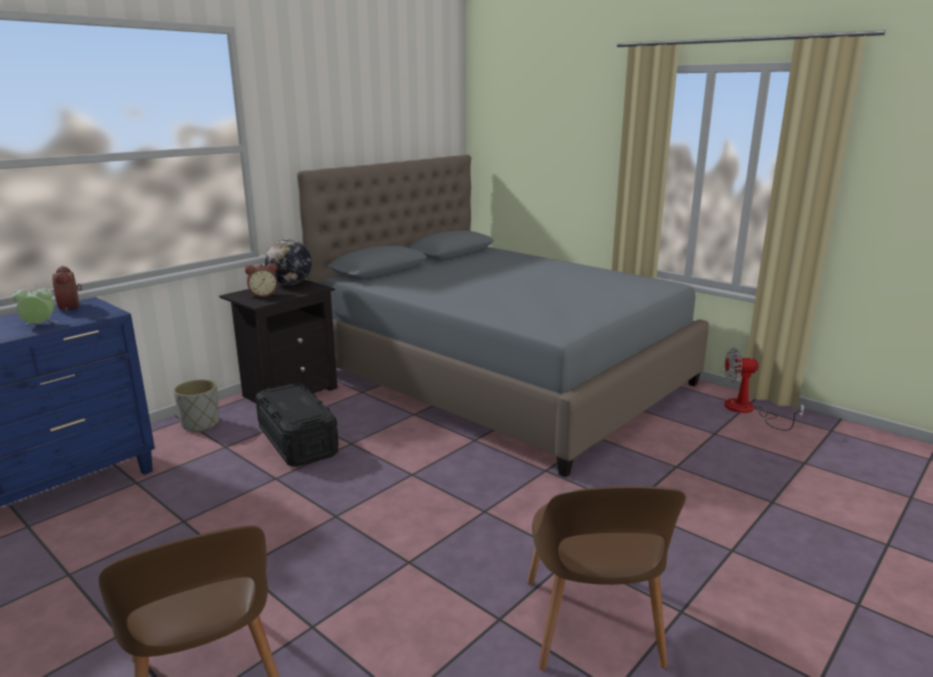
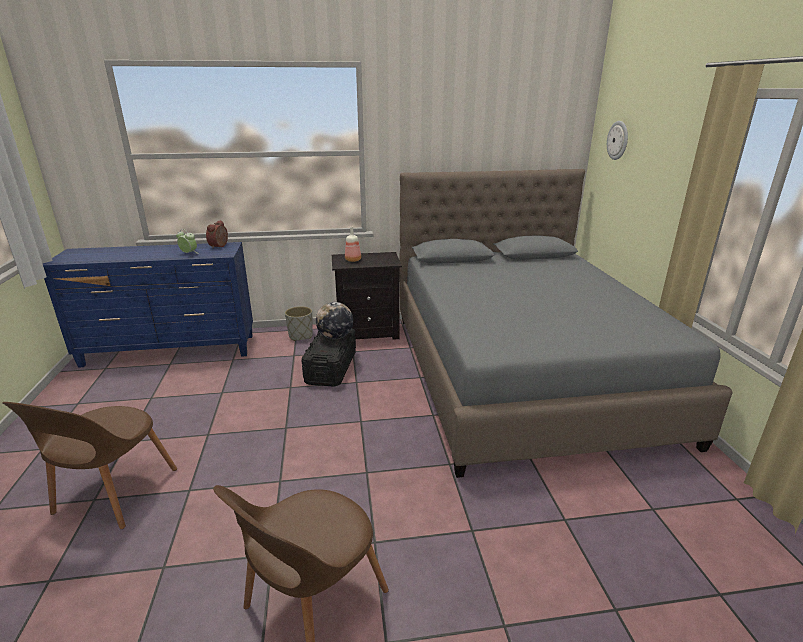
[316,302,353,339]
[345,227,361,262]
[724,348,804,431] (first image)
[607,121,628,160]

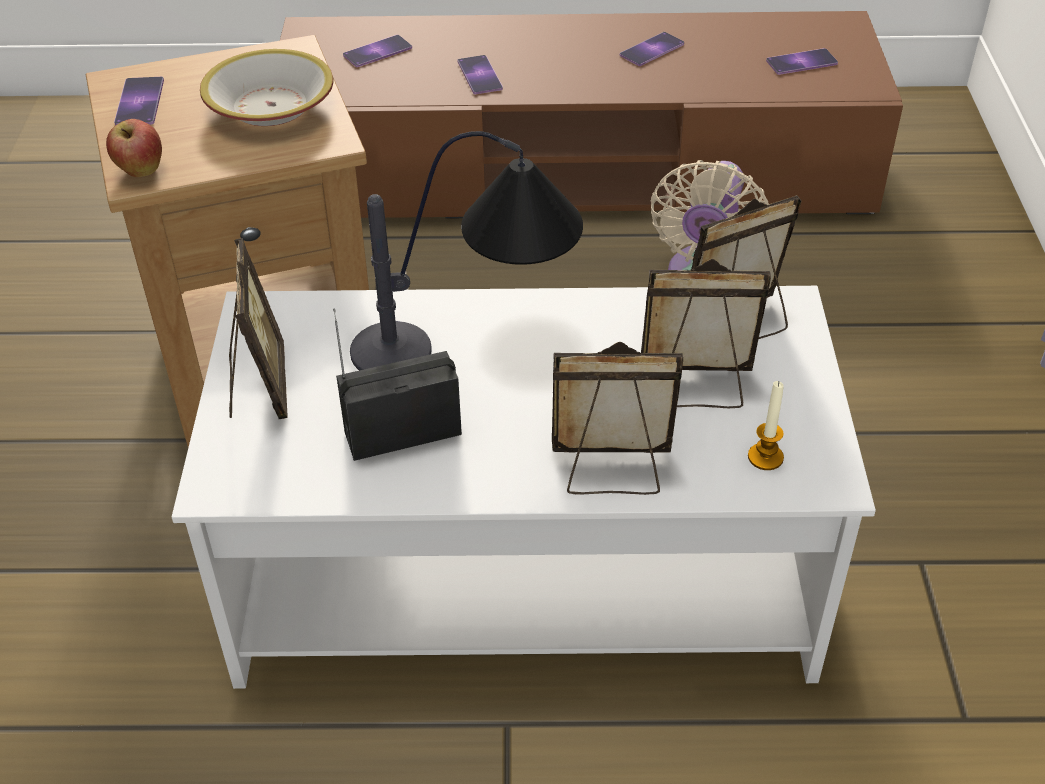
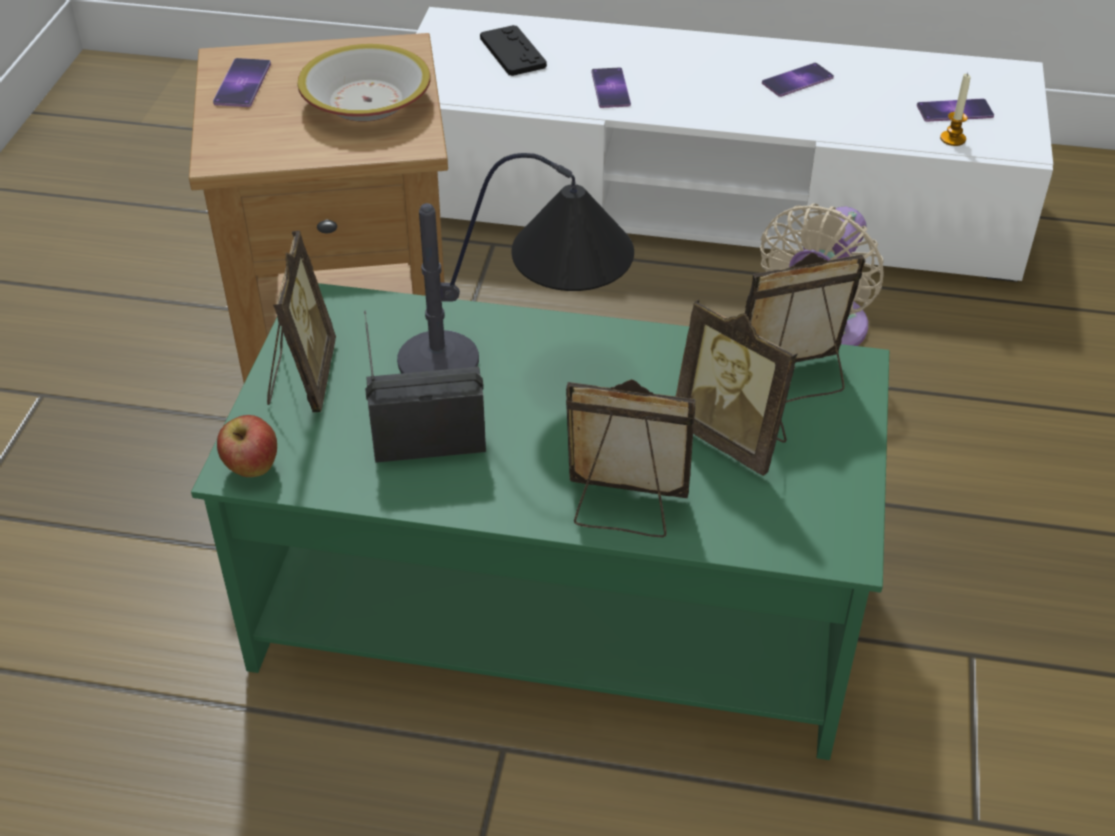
[416,7,1053,282]
[480,25,547,76]
[217,415,277,477]
[676,299,798,476]
[191,283,889,760]
[940,73,971,146]

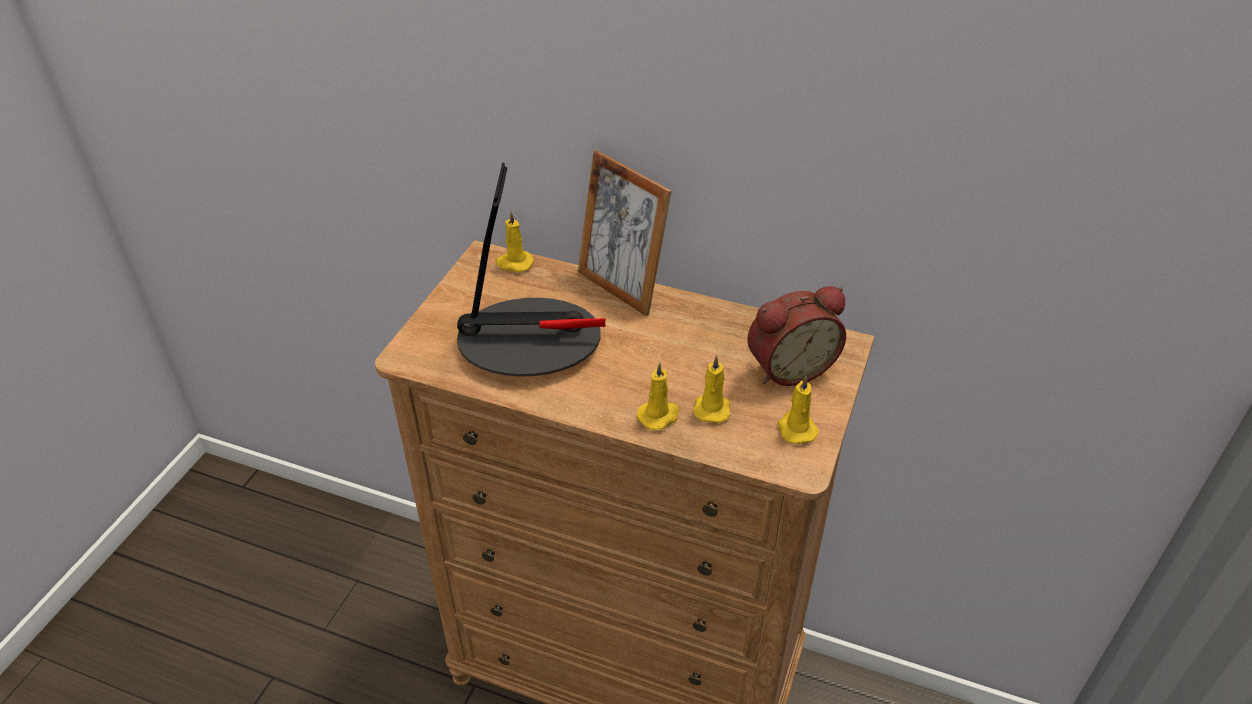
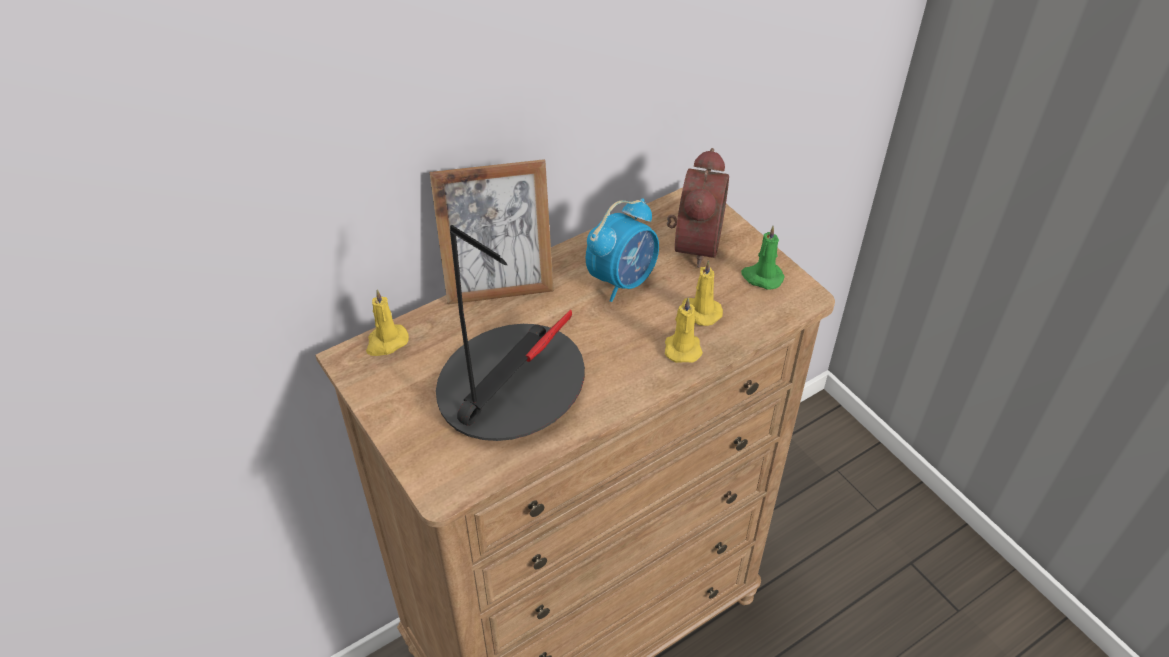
[741,226,785,290]
[586,198,659,302]

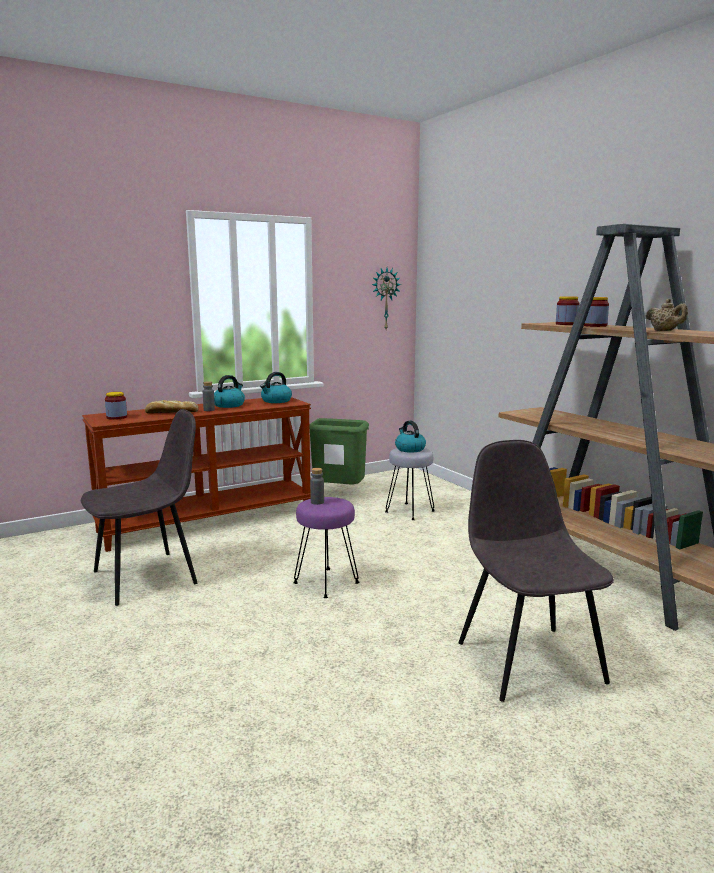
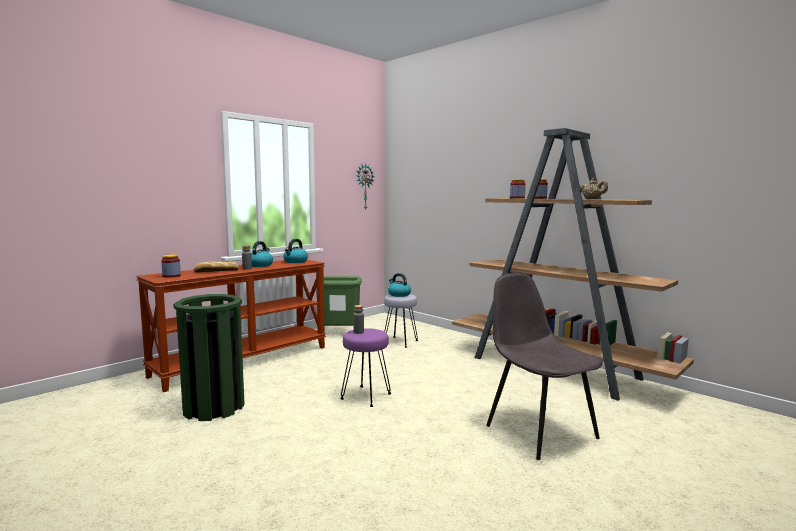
[173,294,244,421]

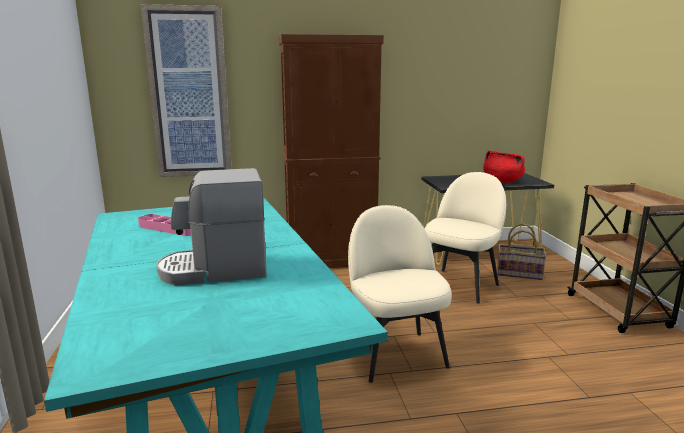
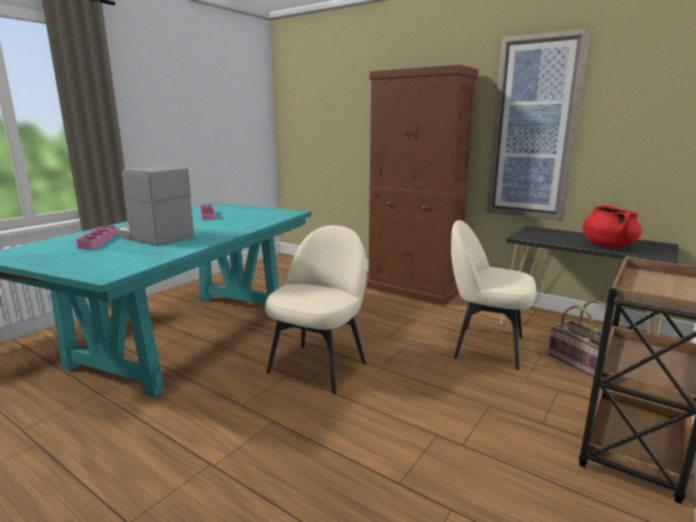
[486,28,590,221]
[451,220,536,370]
[75,226,117,249]

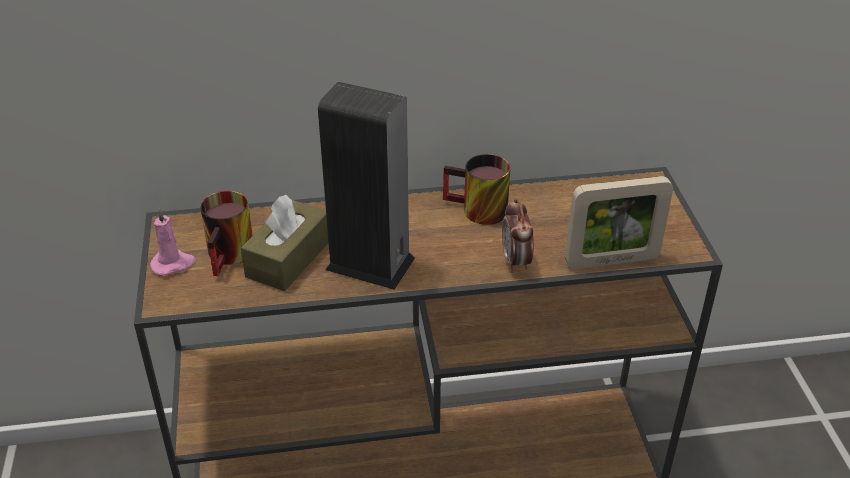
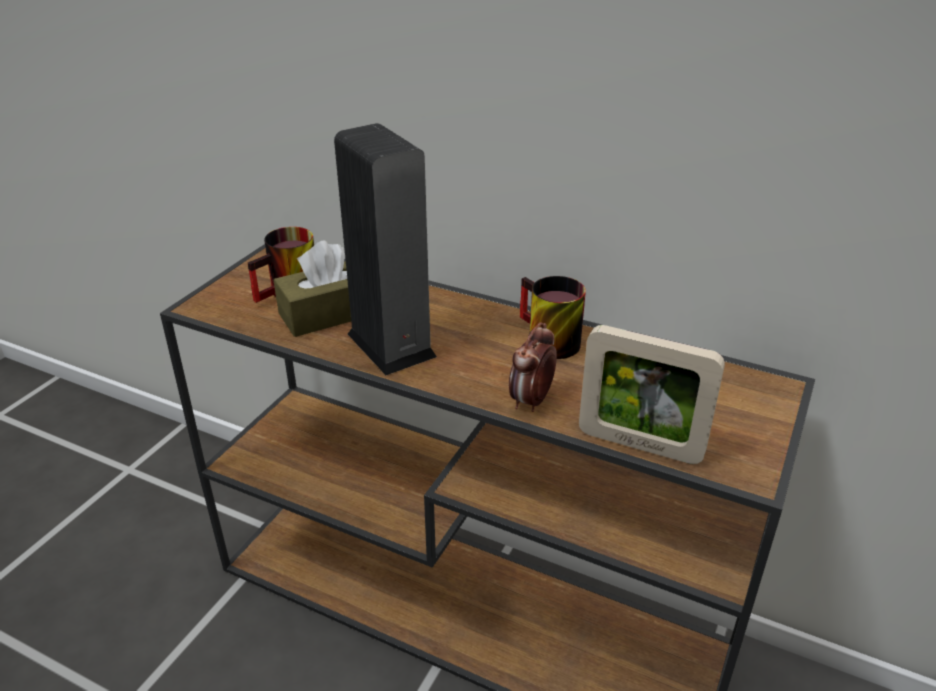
[150,208,196,276] (first image)

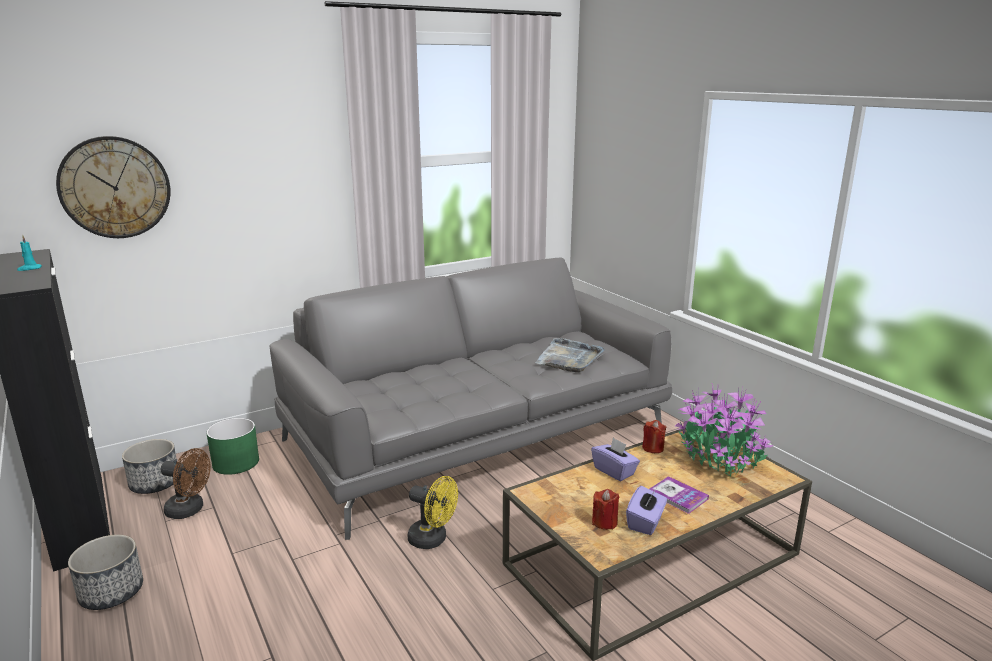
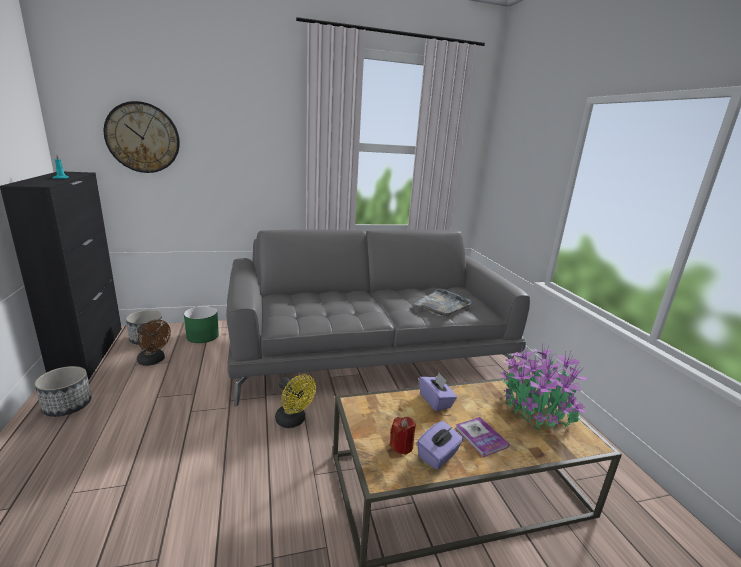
[642,420,667,453] (first image)

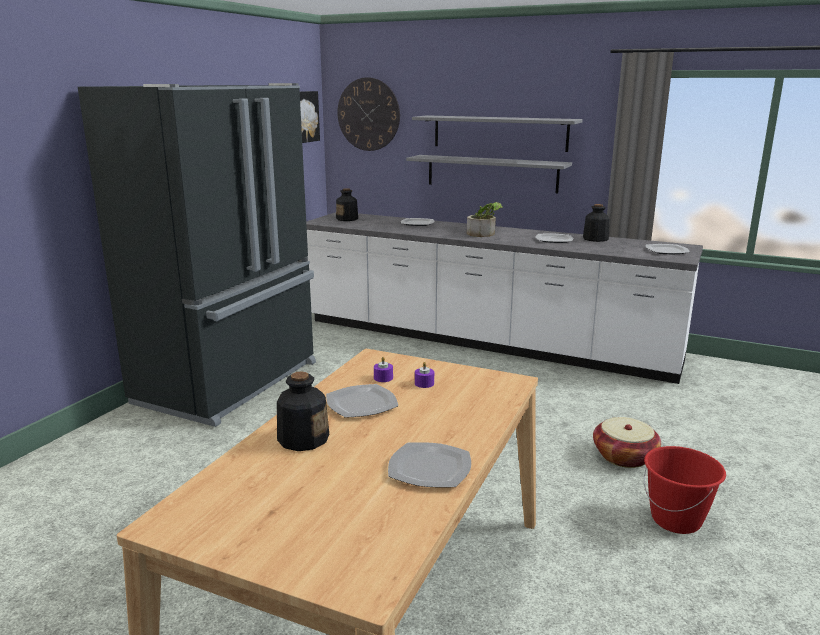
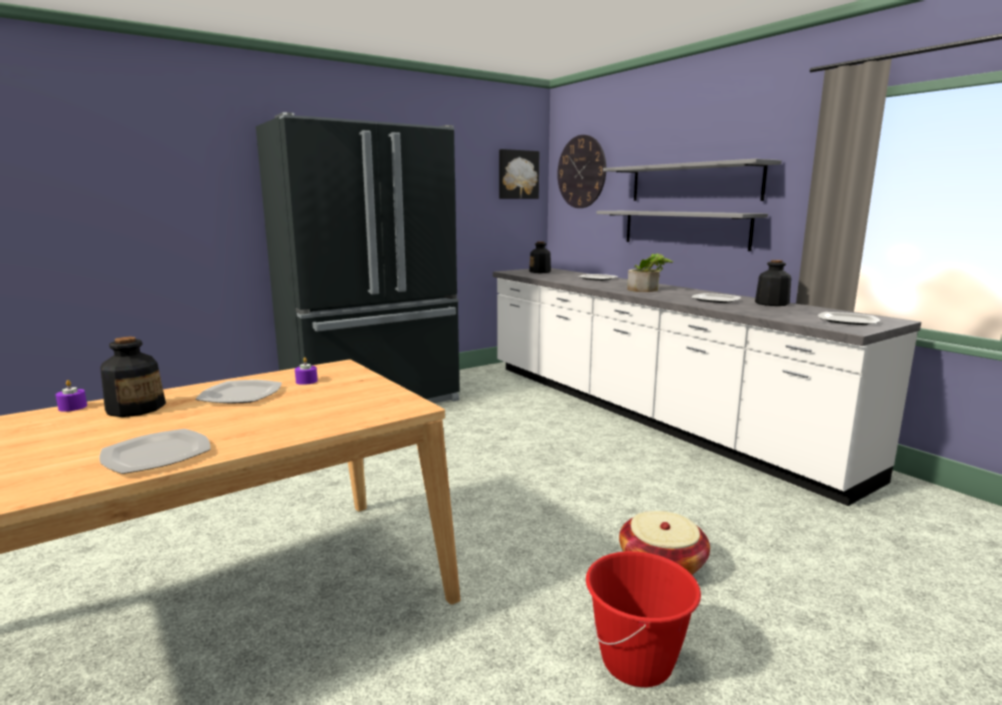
[56,380,87,412]

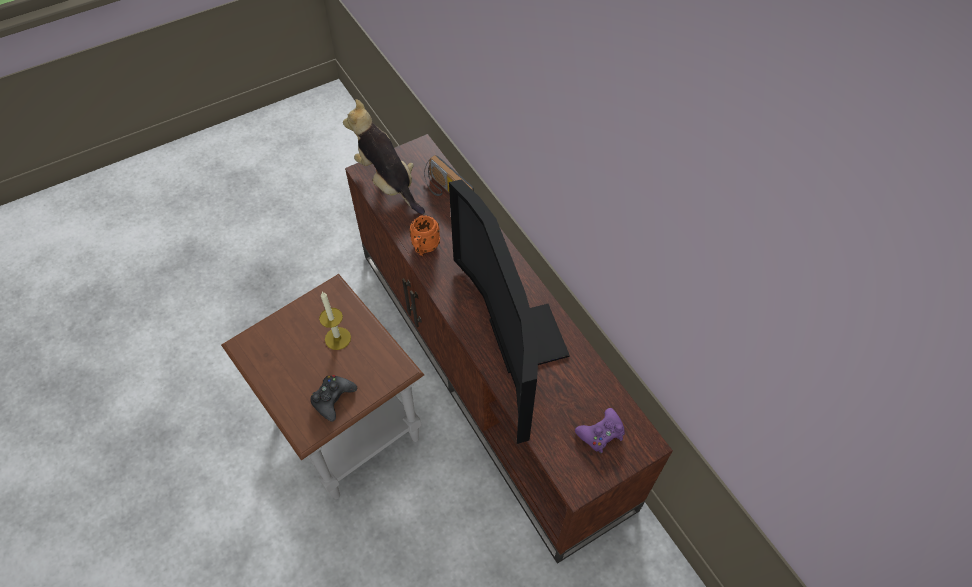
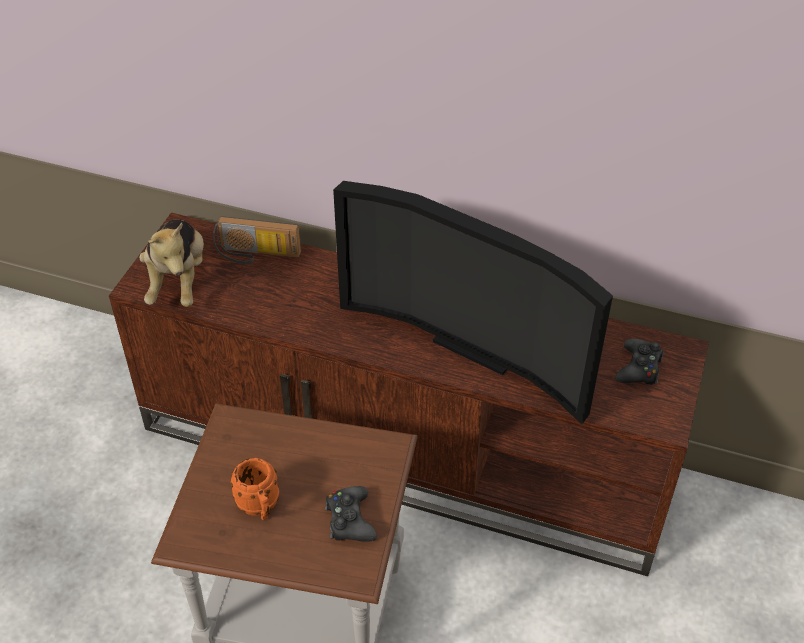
[139,219,204,307]
[231,458,279,520]
[319,291,351,350] (first image)
[616,339,663,385]

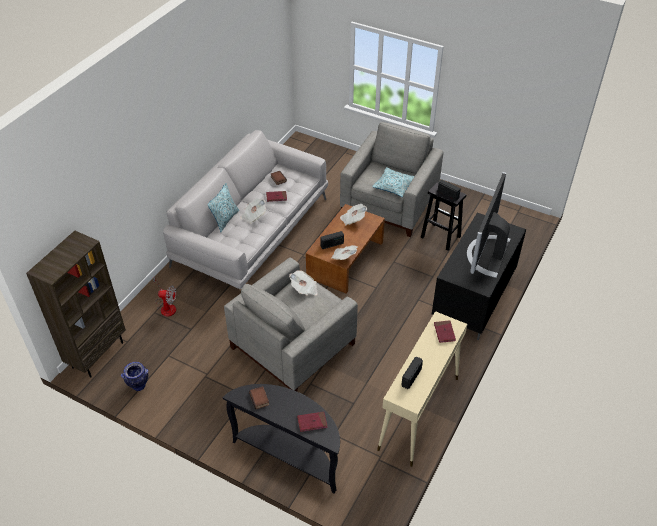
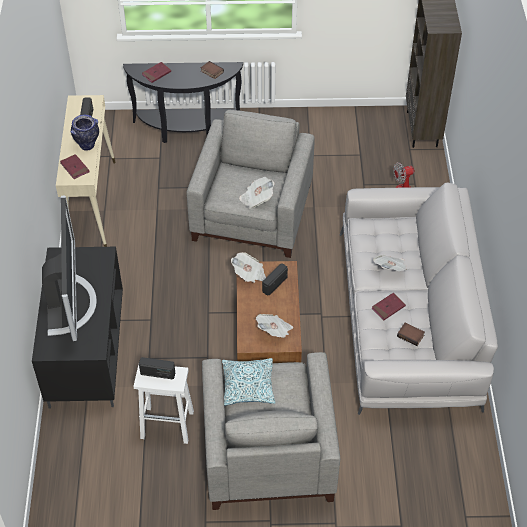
[134,364,194,444]
[207,183,239,232] (first image)
[70,115,99,151]

